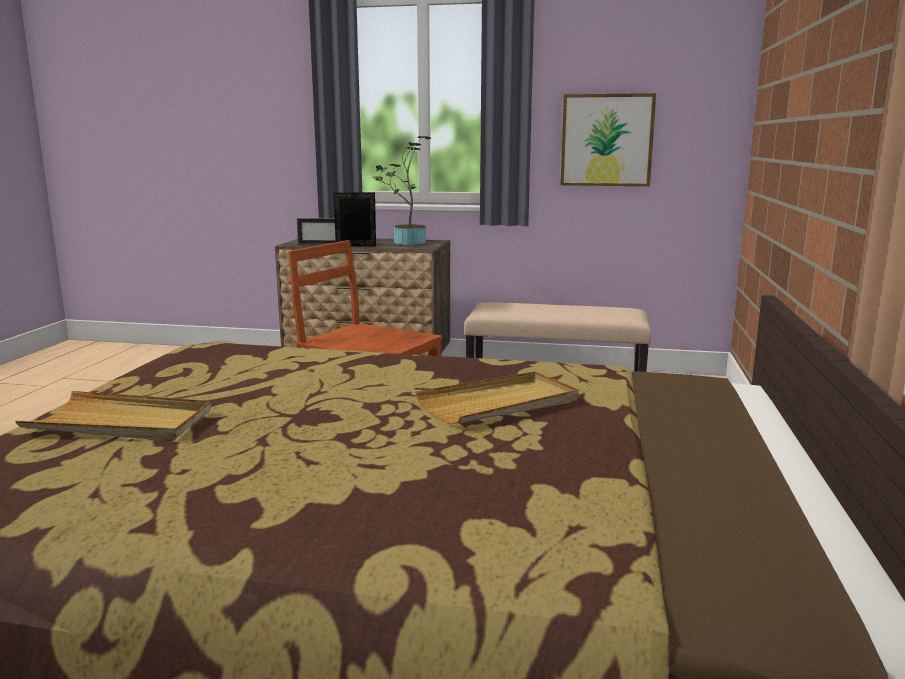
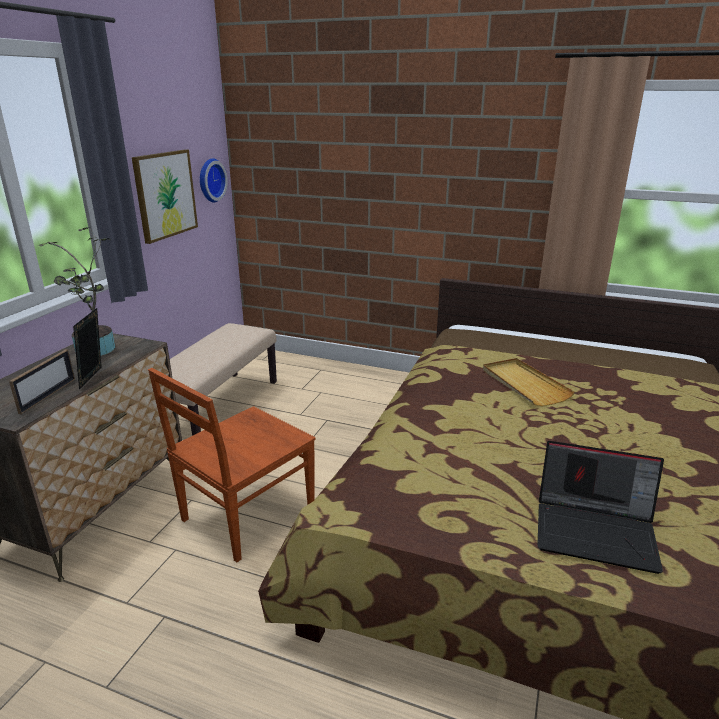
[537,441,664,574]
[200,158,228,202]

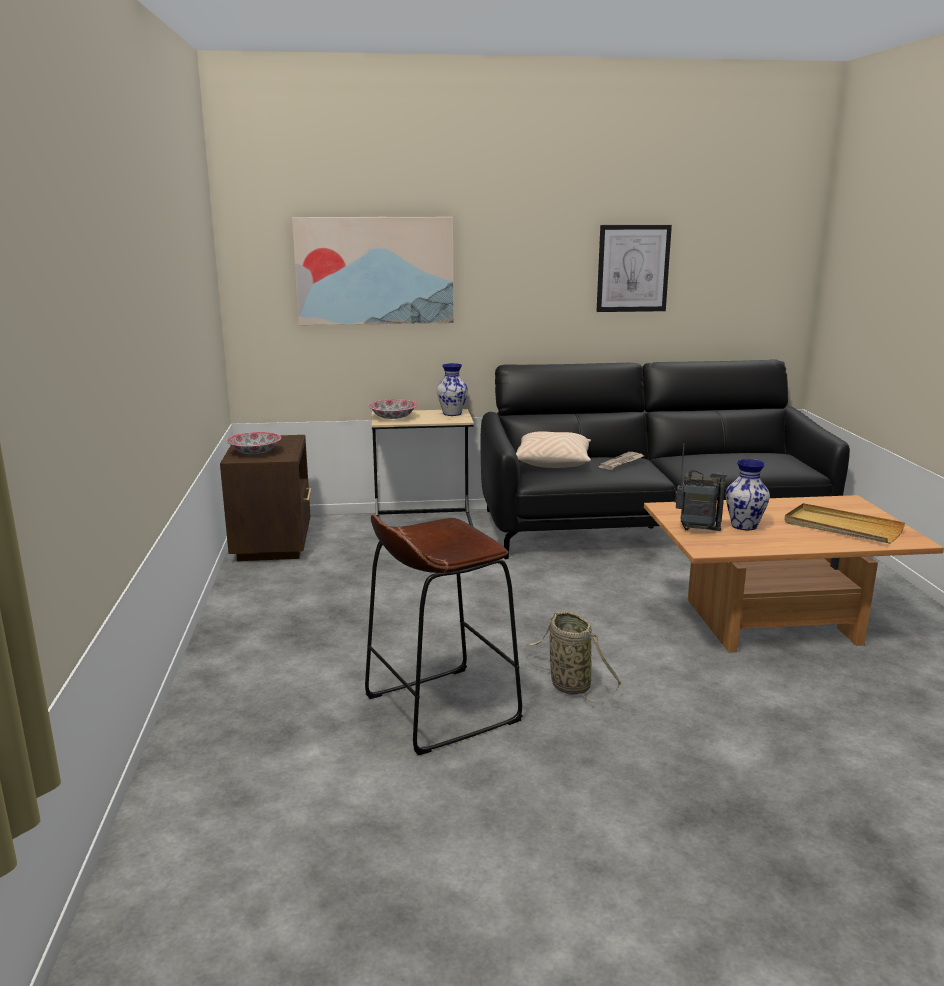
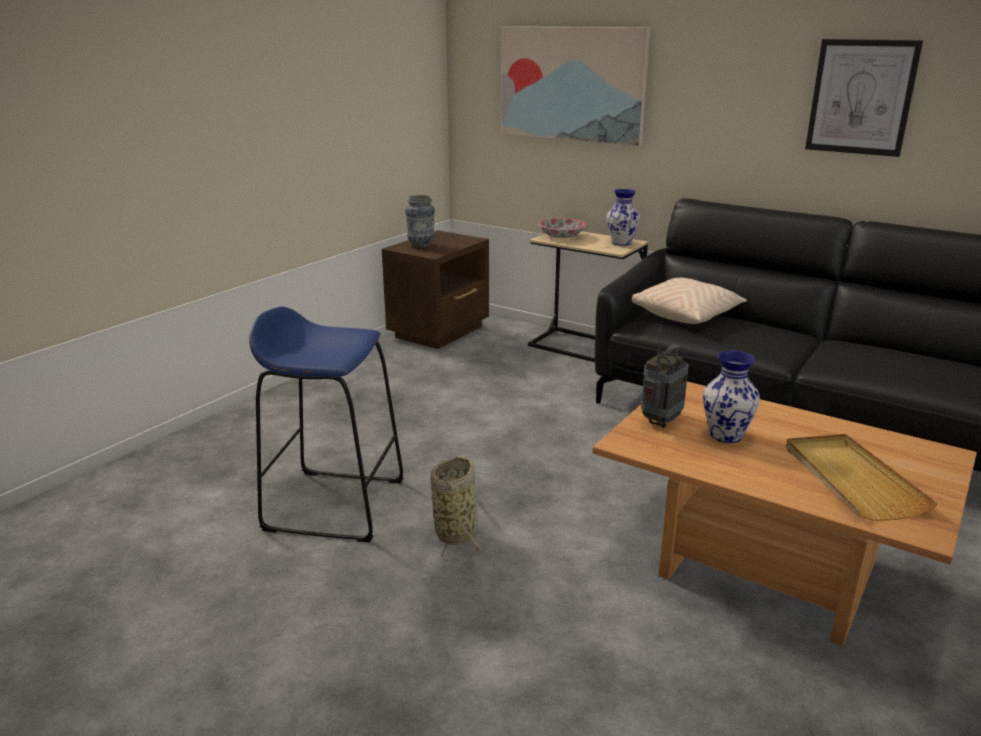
[405,195,435,248]
[641,325,689,428]
[598,452,644,470] (first image)
[249,307,404,542]

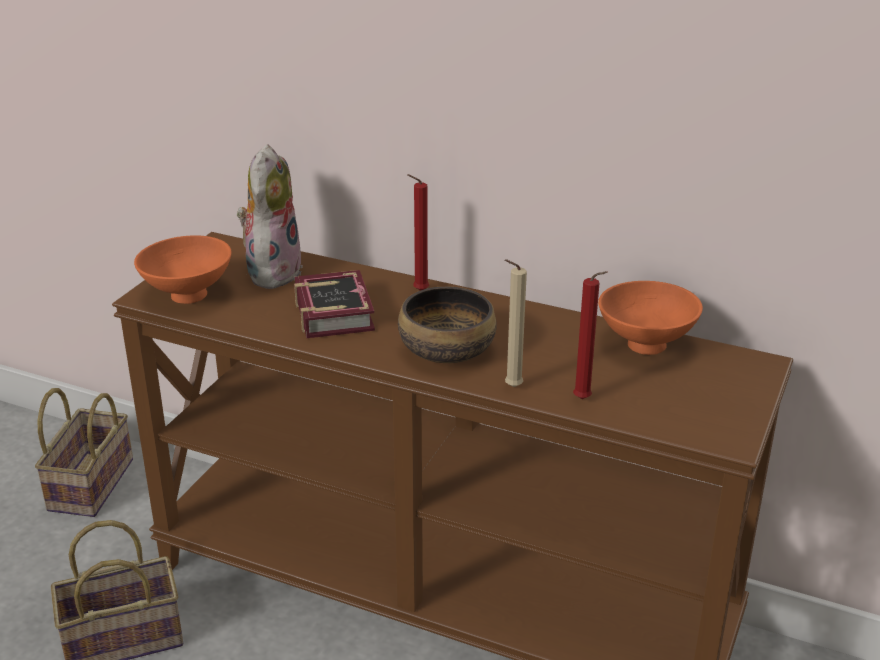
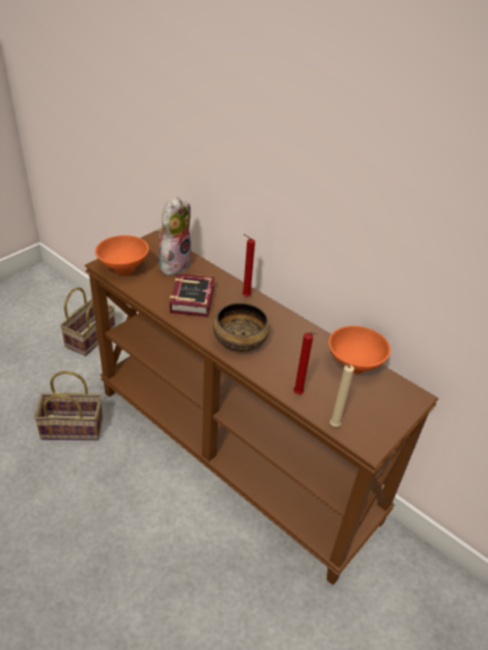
[330,361,354,427]

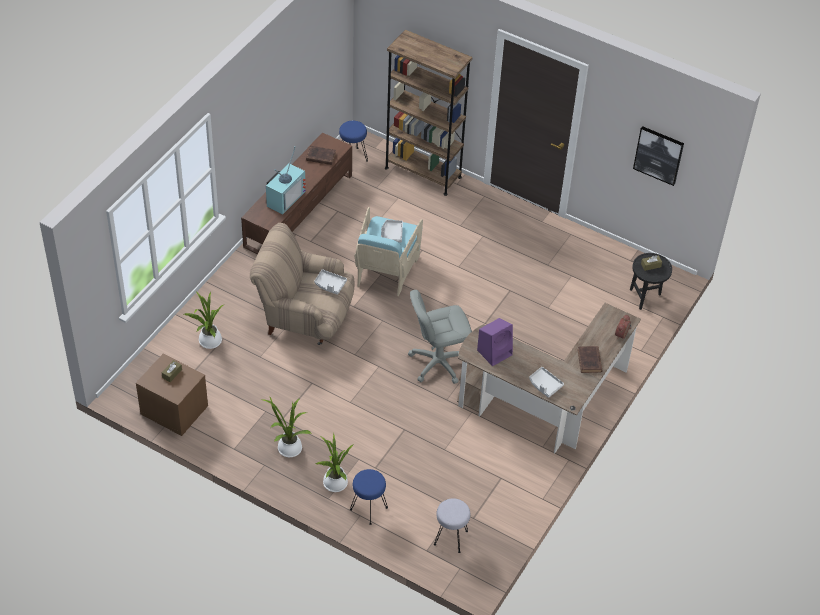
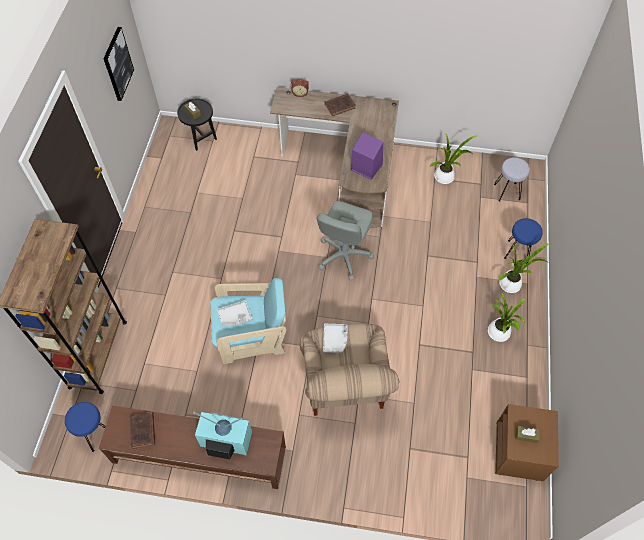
[316,201,374,280]
[429,134,477,184]
[529,367,564,398] (first image)

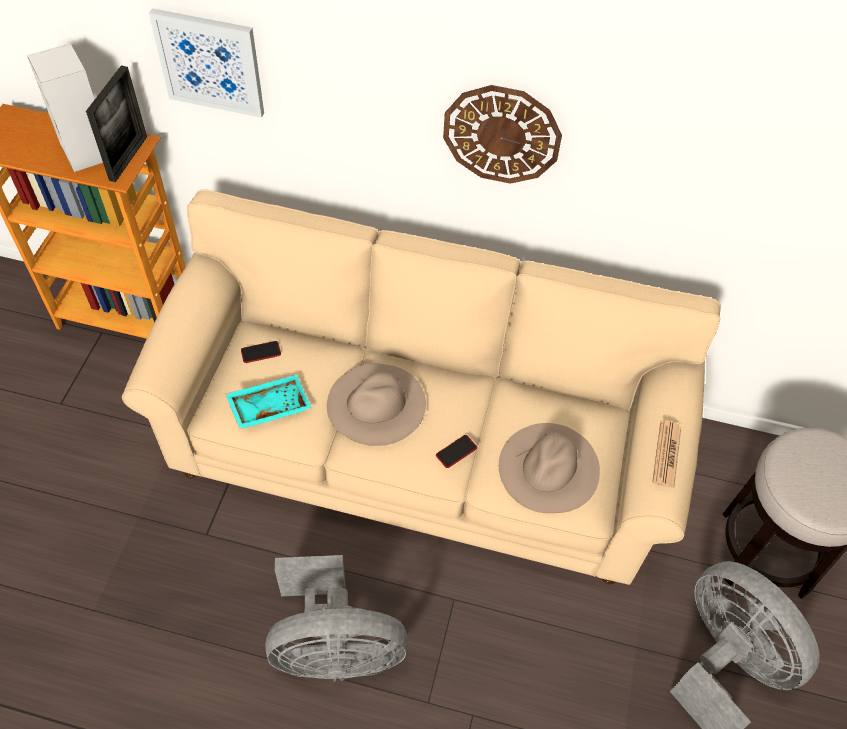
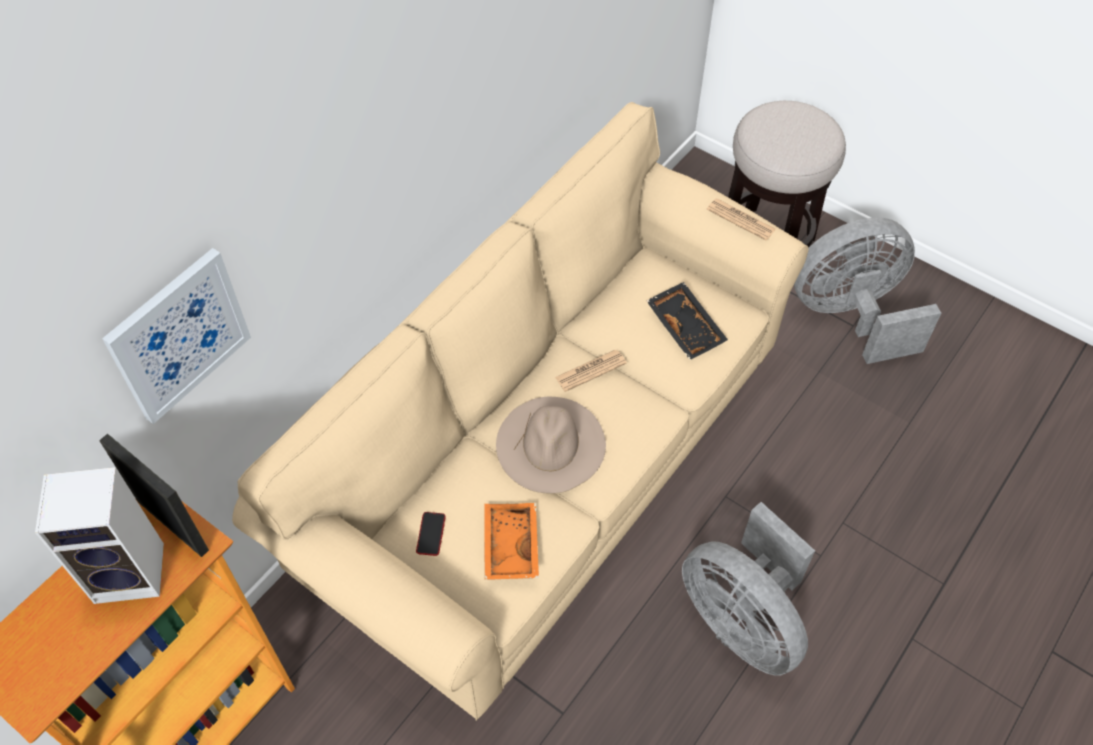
[443,85,562,184] (first image)
[484,503,539,580]
[646,282,728,360]
[436,435,477,468] (first image)
[682,502,815,676]
[555,350,627,392]

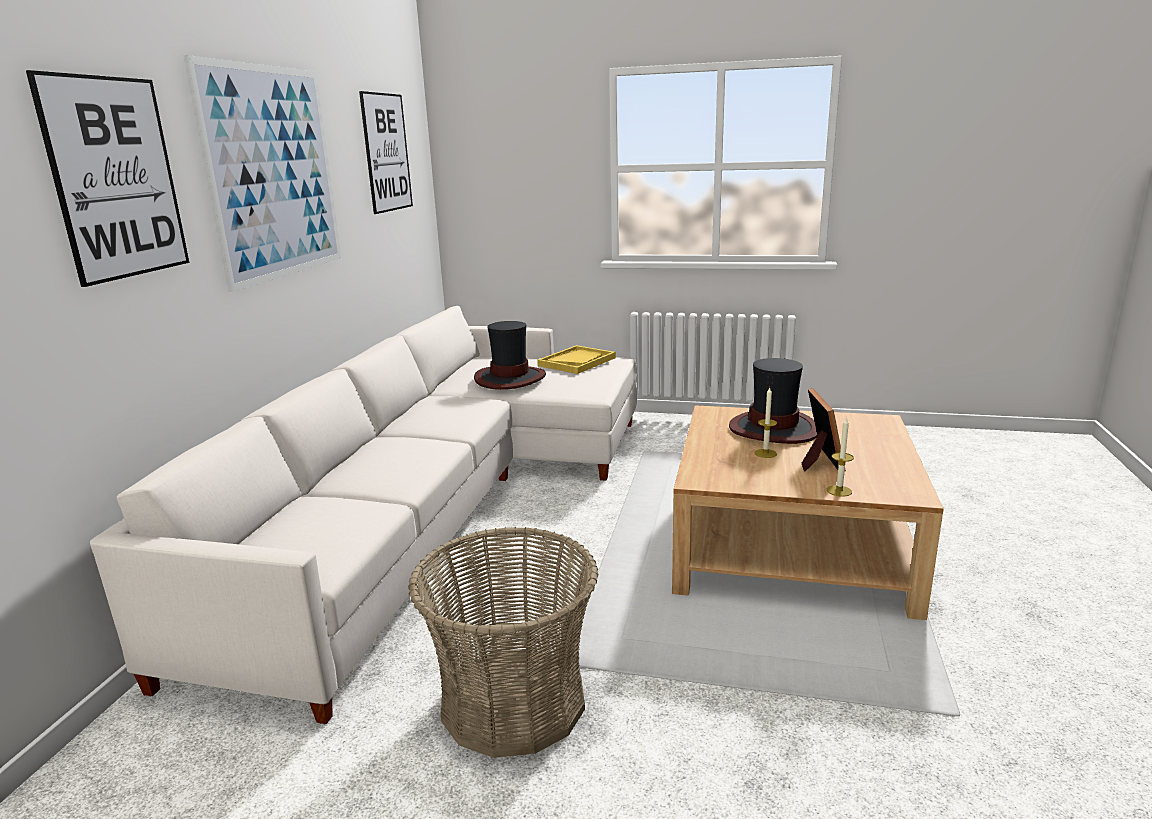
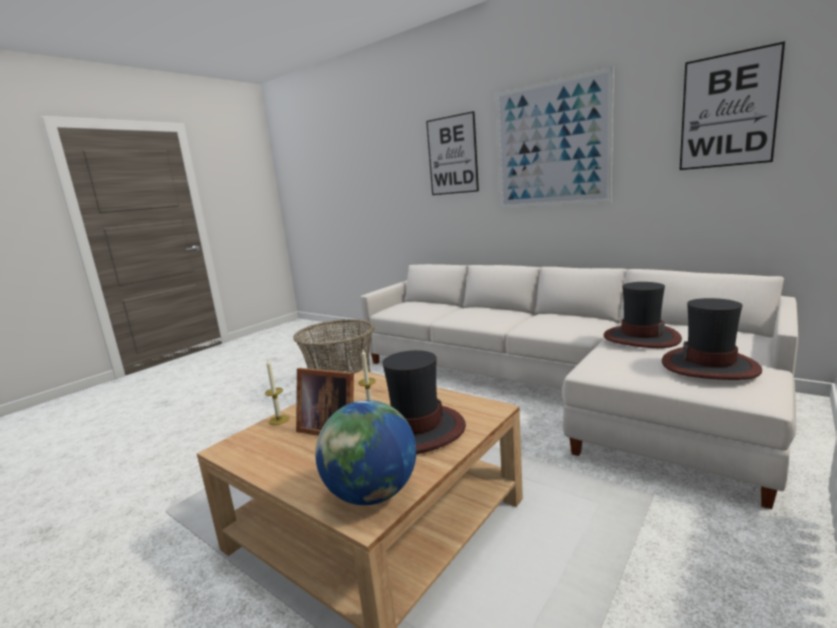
[662,298,762,380]
[315,400,416,505]

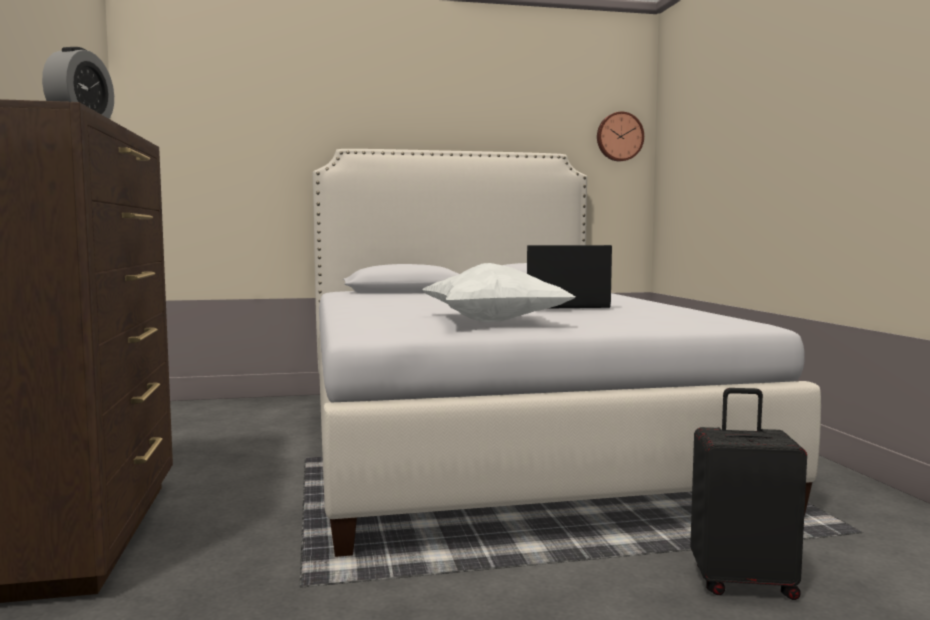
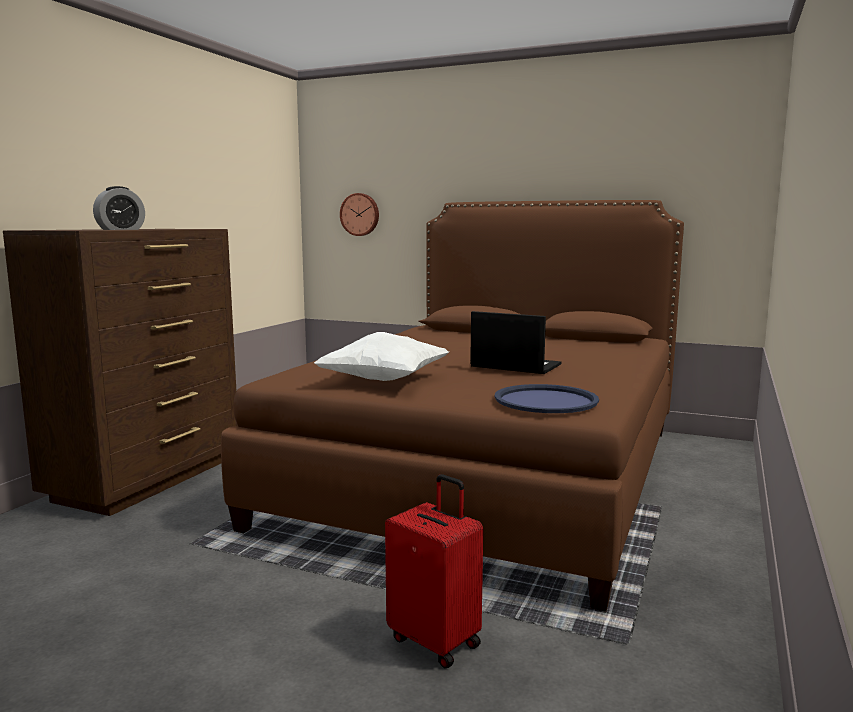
[340,193,379,236]
[221,200,684,612]
[385,474,483,668]
[495,384,599,413]

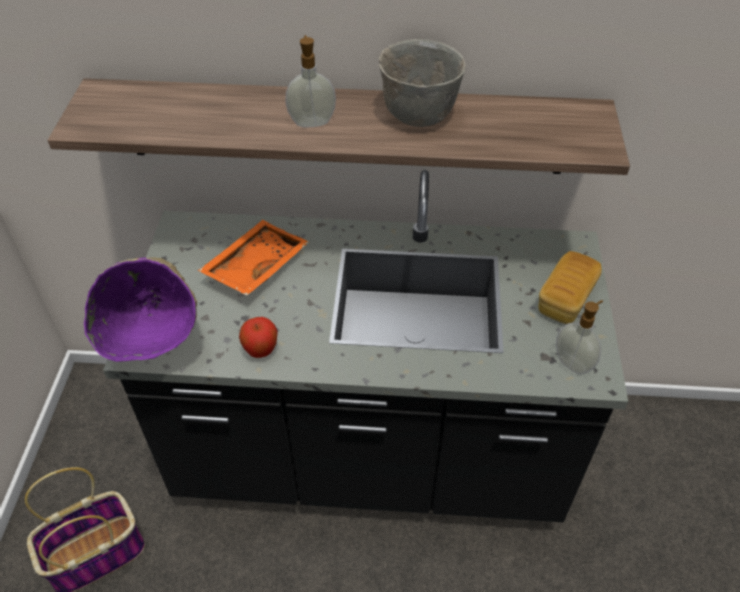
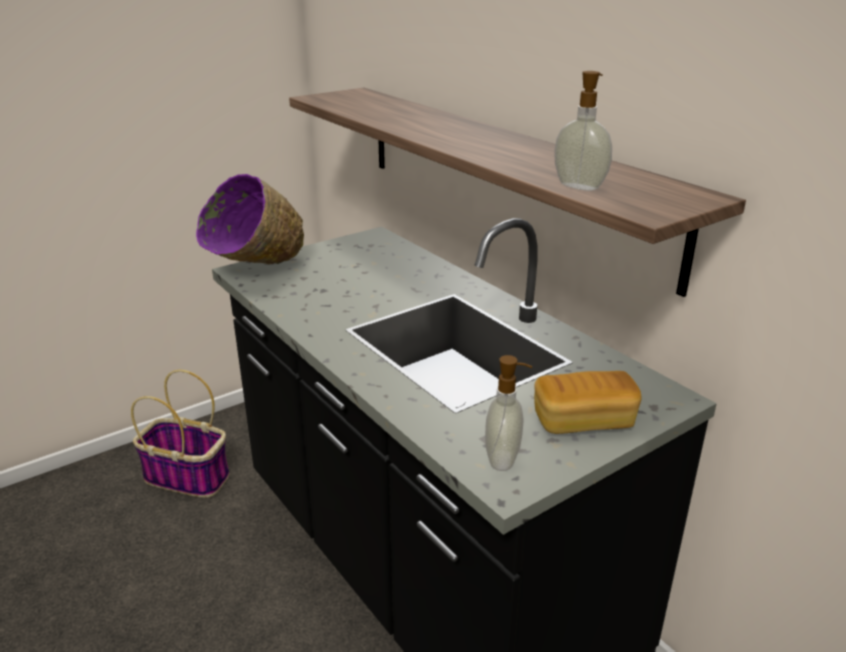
[554,71,612,191]
[379,39,465,127] (first image)
[198,220,309,296] (first image)
[239,317,278,358] (first image)

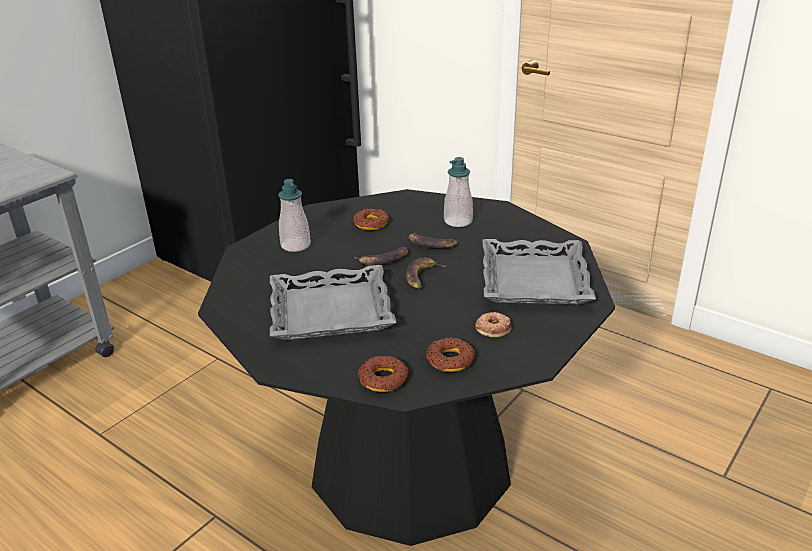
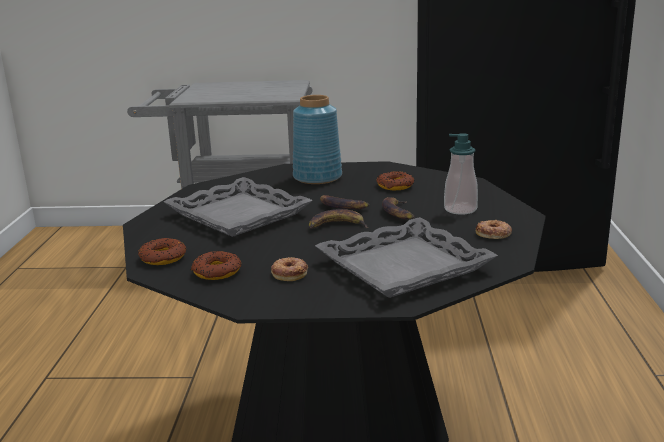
[293,95,342,184]
[476,220,512,239]

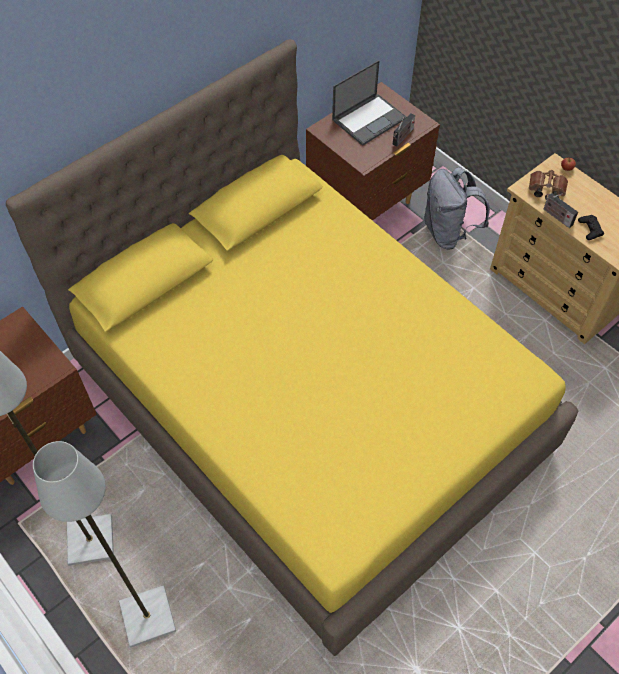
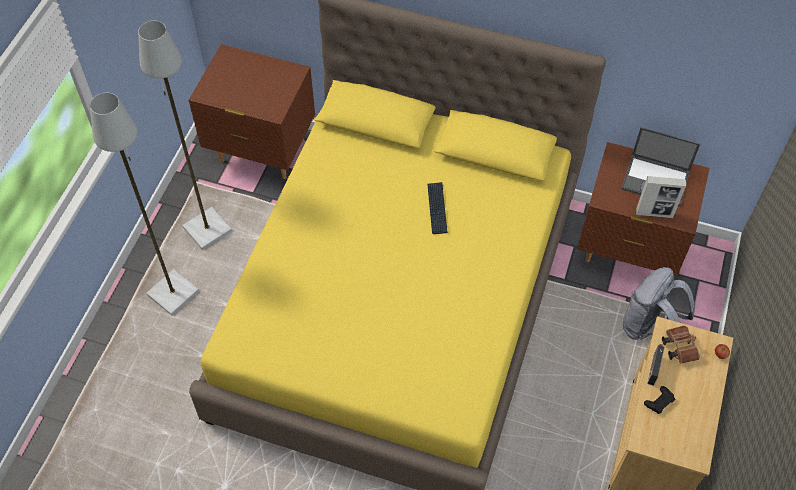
[636,176,686,218]
[427,182,447,234]

